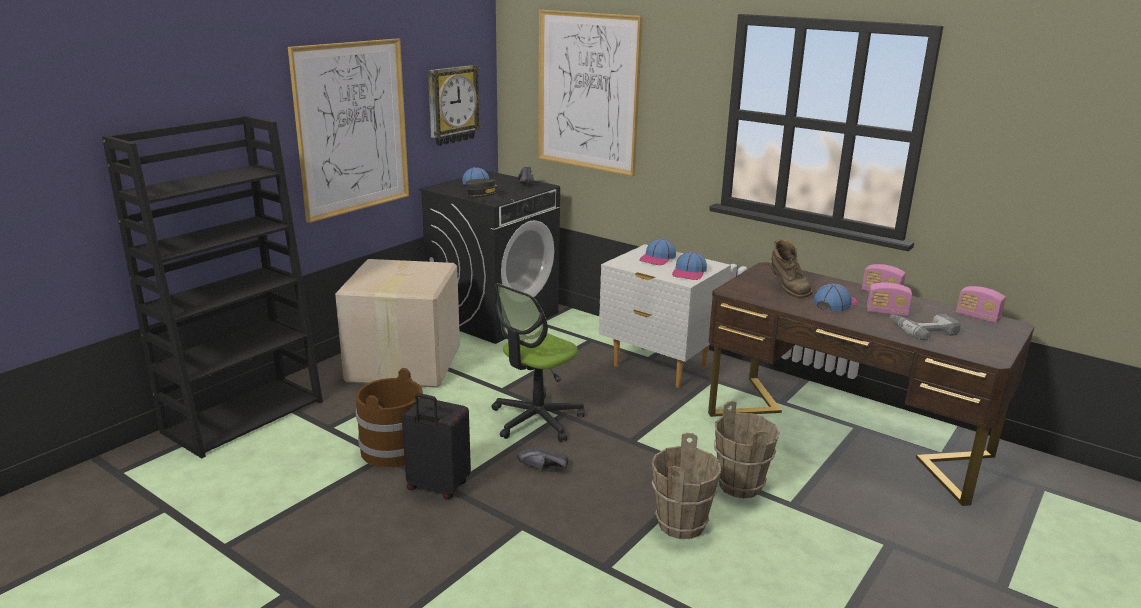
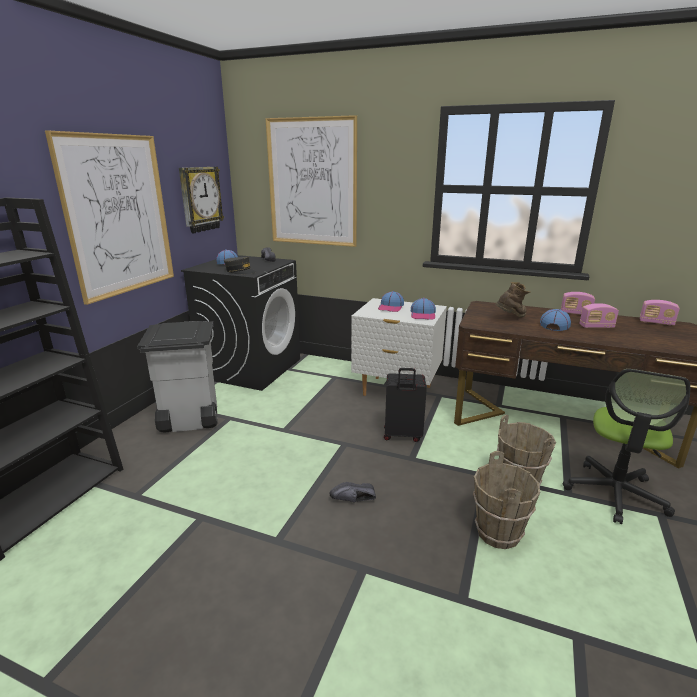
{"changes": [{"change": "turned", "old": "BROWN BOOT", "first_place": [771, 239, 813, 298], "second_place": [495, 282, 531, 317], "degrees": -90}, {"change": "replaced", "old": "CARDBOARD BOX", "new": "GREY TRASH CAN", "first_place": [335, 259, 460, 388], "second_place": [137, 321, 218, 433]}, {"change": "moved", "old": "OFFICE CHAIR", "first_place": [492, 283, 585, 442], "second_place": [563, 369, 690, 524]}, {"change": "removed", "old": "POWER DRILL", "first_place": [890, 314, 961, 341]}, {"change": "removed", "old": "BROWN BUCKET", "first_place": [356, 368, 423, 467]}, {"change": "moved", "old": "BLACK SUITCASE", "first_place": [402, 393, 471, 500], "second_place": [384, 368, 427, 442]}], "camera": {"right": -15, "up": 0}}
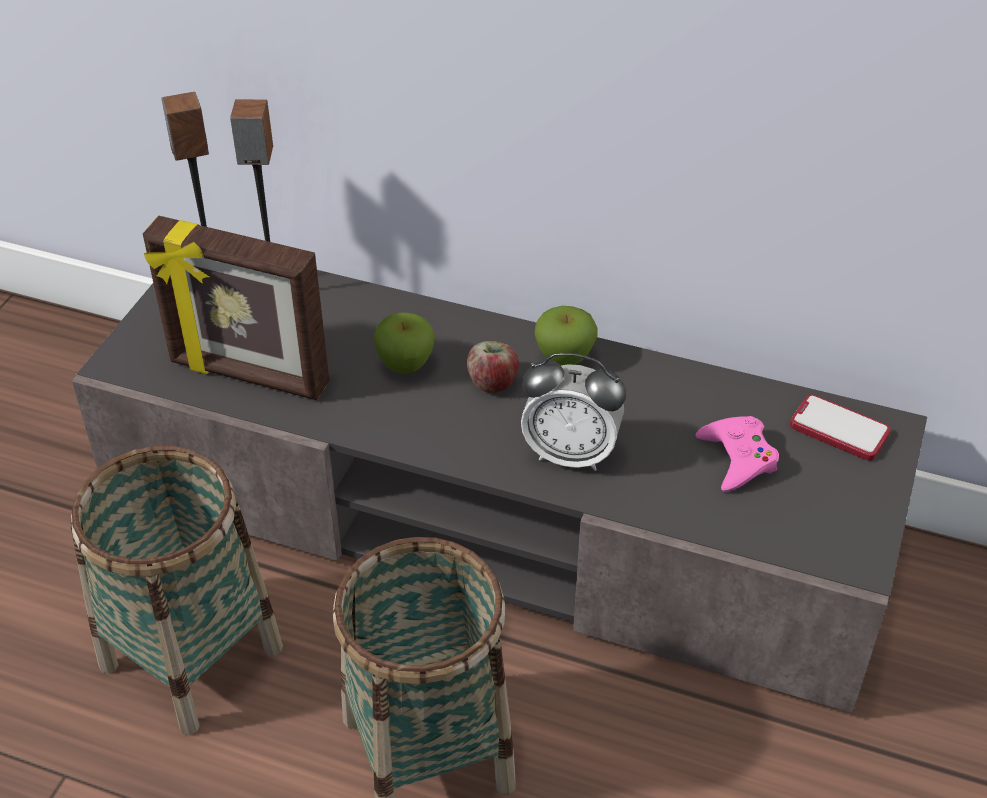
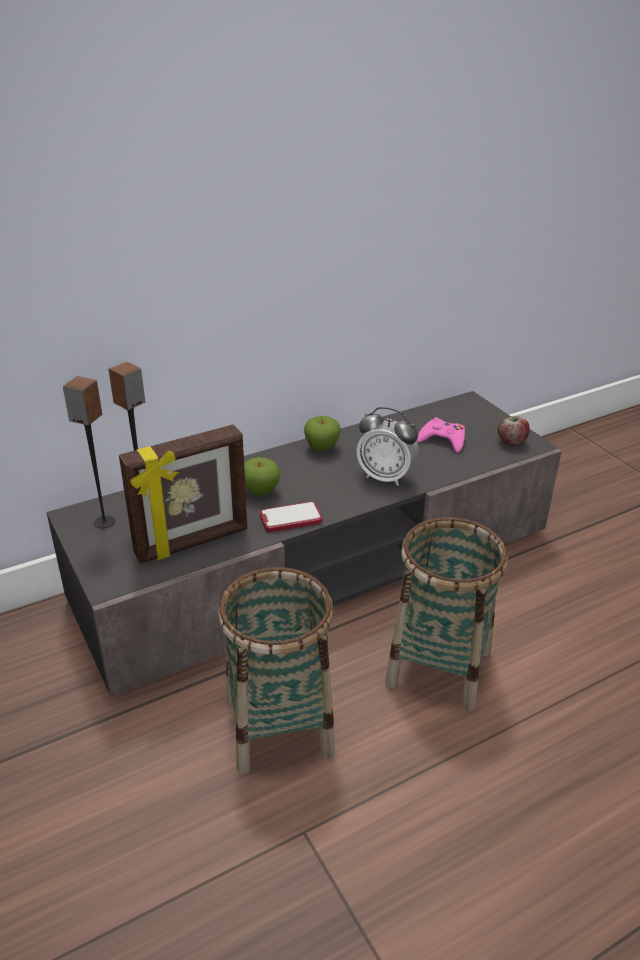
{"changes": [{"change": "moved", "old": "APPLE", "first_place": [467, 341, 519, 393], "second_place": [498, 416, 530, 446]}, {"change": "turned", "old": "ALARM CLOCK", "first_place": [521, 353, 626, 471], "second_place": [357, 407, 418, 486], "degrees": 60}, {"change": "moved", "old": "PHONE", "first_place": [790, 394, 891, 461], "second_place": [260, 502, 322, 532]}], "camera": {"right": -50, "up": -10}}
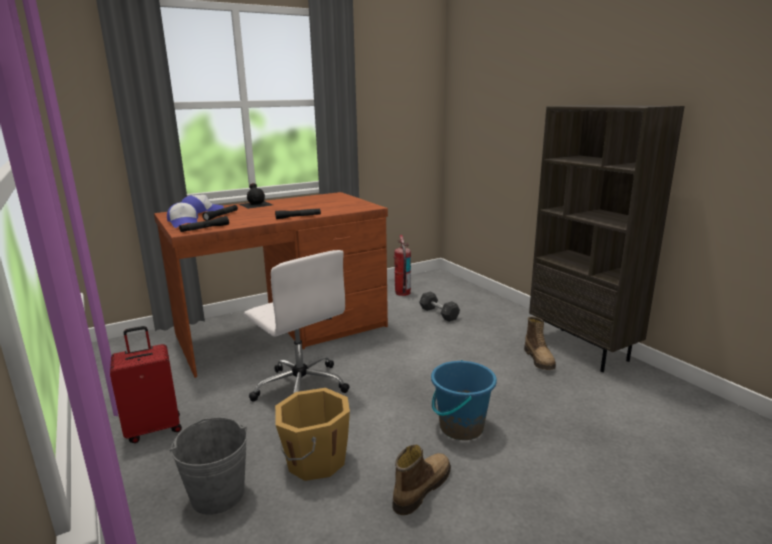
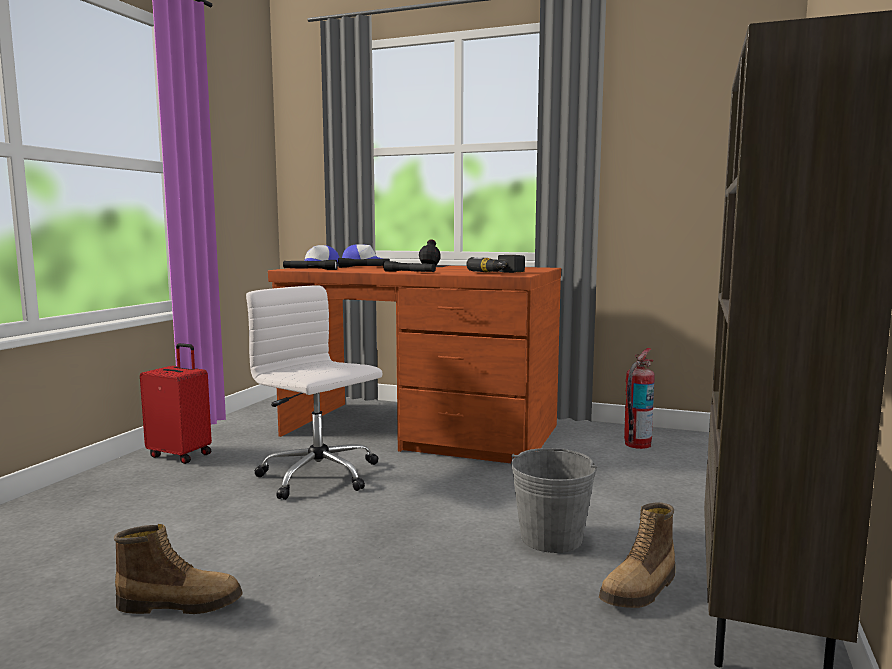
{"changes": [{"change": "turned", "old": "WHITE OFFICE CHAIR", "first_place": [244, 250, 350, 401], "second_place": [246, 285, 383, 500], "degrees": 120}, {"change": "removed", "old": "GREY DUMBBELL", "first_place": [419, 292, 460, 322]}, {"change": "removed", "old": "BLUE BUCKET", "first_place": [431, 360, 497, 440]}, {"change": "removed", "old": "ORANGE BUCKET", "first_place": [275, 388, 350, 481]}, {"change": "moved", "old": "GREY BUCKET", "first_place": [169, 417, 247, 515], "second_place": [511, 448, 597, 553]}, {"change": "added", "new": "POWER DRILL", "second_place": [466, 255, 525, 273]}], "camera": {"right": 50, "up": -10}}
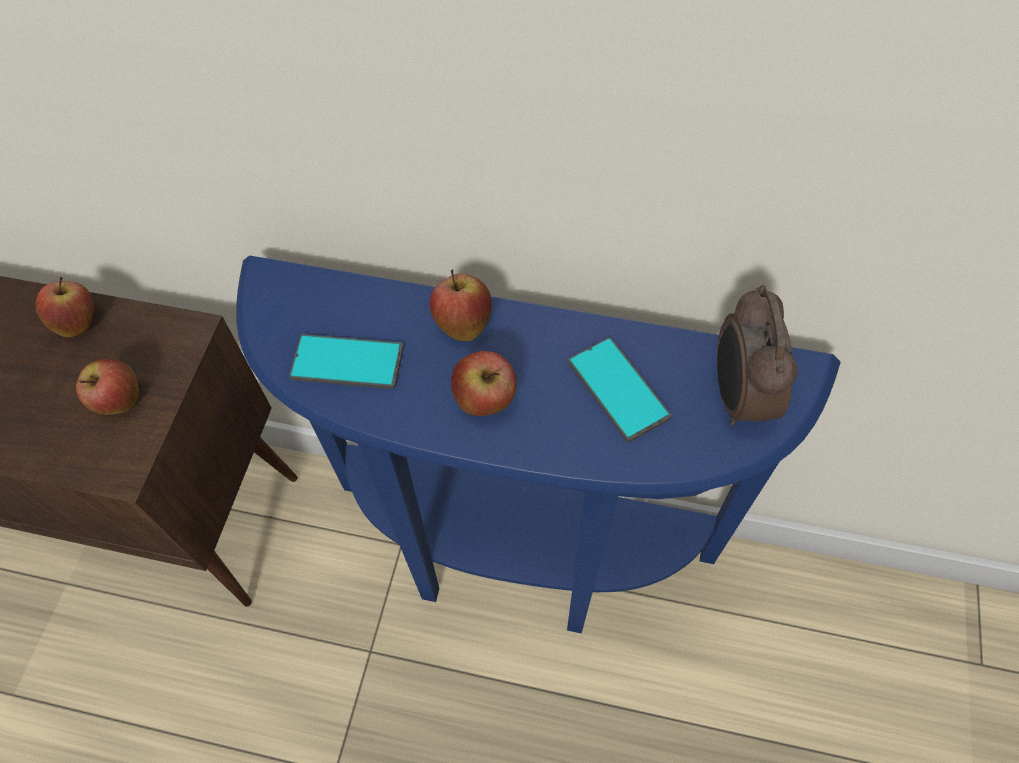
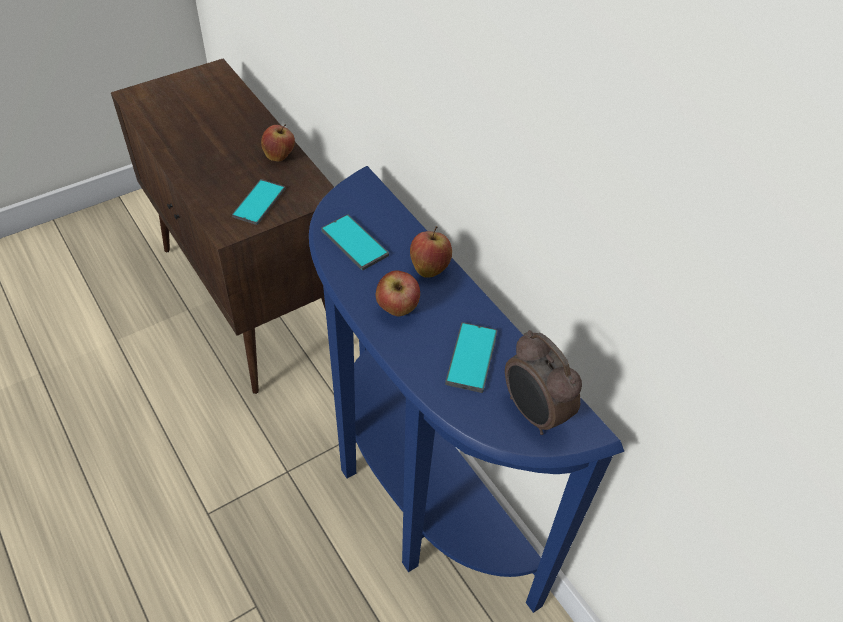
{"changes": [{"change": "turned", "old": "ALARM CLOCK", "first_place": [717, 285, 797, 426], "second_place": [505, 330, 582, 435], "degrees": -75}, {"change": "replaced", "old": "APPLE", "new": "PHONE", "first_place": [76, 359, 139, 415], "second_place": [232, 179, 285, 225]}], "camera": {"right": 40, "up": -10}}
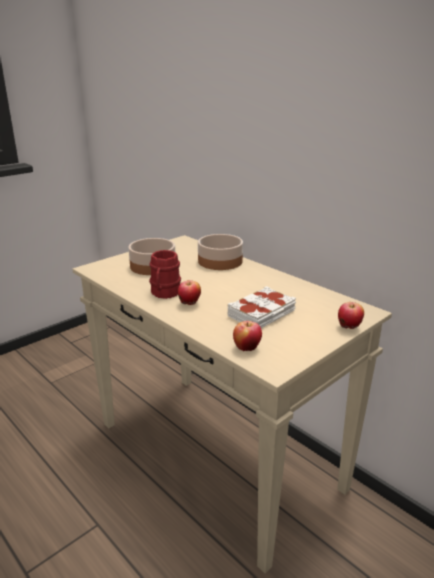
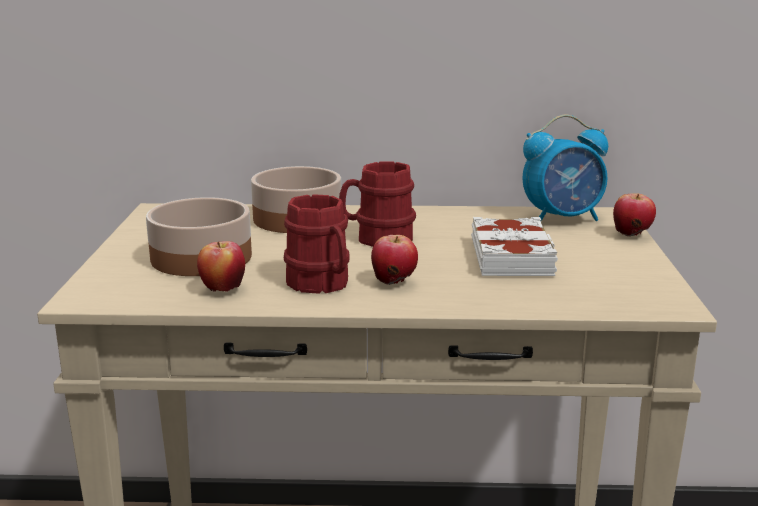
{"changes": [{"change": "moved", "old": "APPLE", "first_place": [233, 321, 262, 351], "second_place": [197, 241, 245, 292]}, {"change": "added", "new": "ALARM CLOCK", "second_place": [522, 115, 608, 221]}, {"change": "added", "new": "RED MUG", "second_place": [339, 162, 416, 247]}], "camera": {"right": -45, "up": -5}}
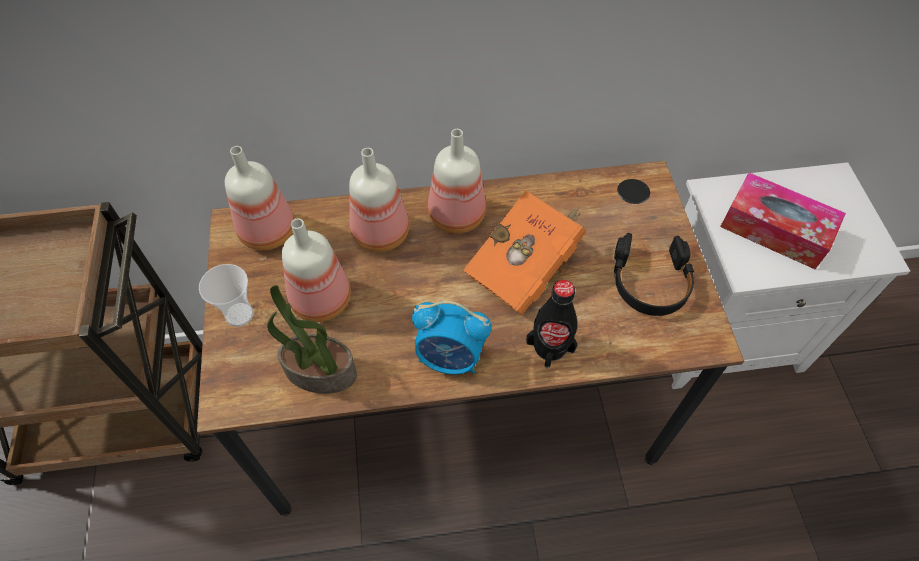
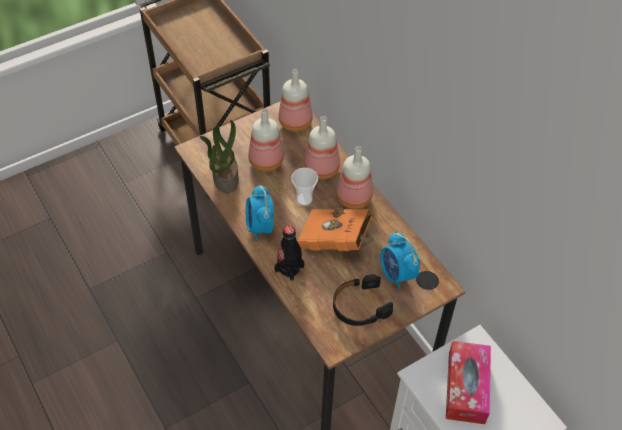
{"changes": [{"change": "moved", "old": "CUP", "first_place": [199, 264, 254, 327], "second_place": [291, 168, 318, 206]}, {"change": "added", "new": "ALARM CLOCK", "second_place": [380, 231, 420, 289]}], "camera": {"right": 65, "up": -5}}
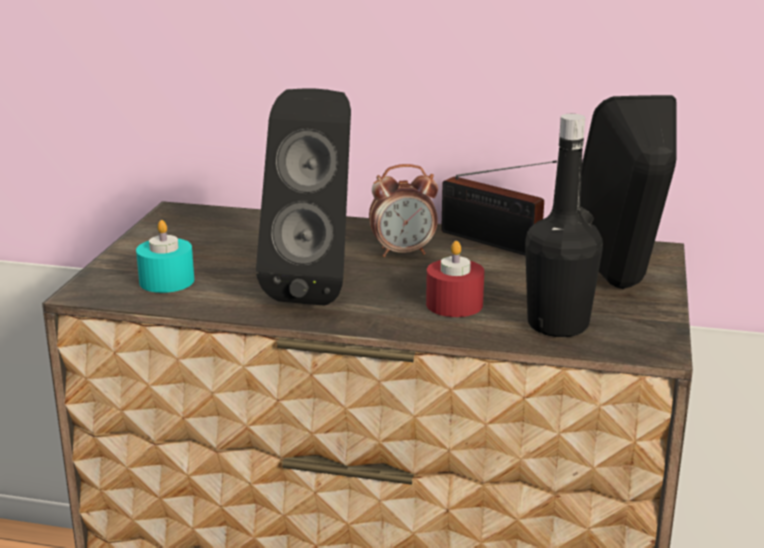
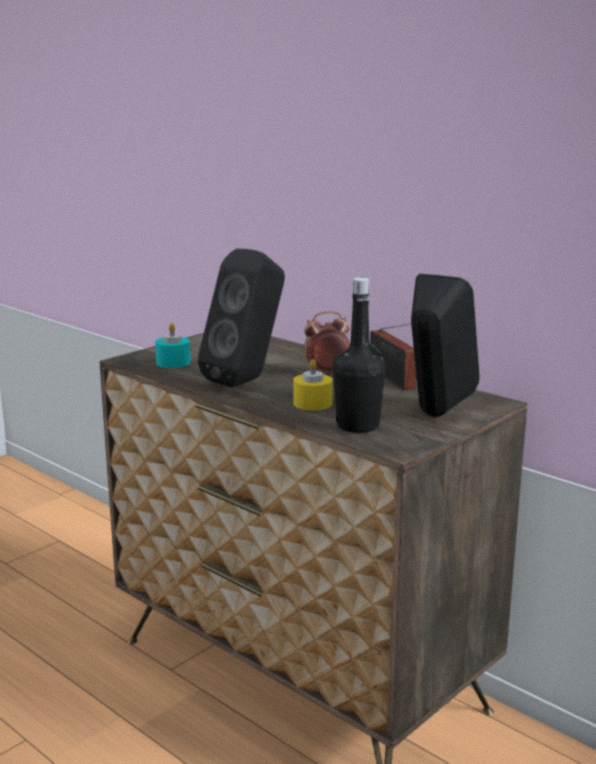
{"changes": [{"change": "turned", "old": "ALARM CLOCK", "first_place": [369, 164, 438, 257], "second_place": [304, 311, 350, 373], "degrees": 150}, {"change": "recoloured", "old": "RED CANDLE", "new": "YELLOW CANDLE", "first_place": [426, 241, 484, 317], "second_place": [294, 359, 333, 411]}], "camera": {"right": 30, "up": -5}}
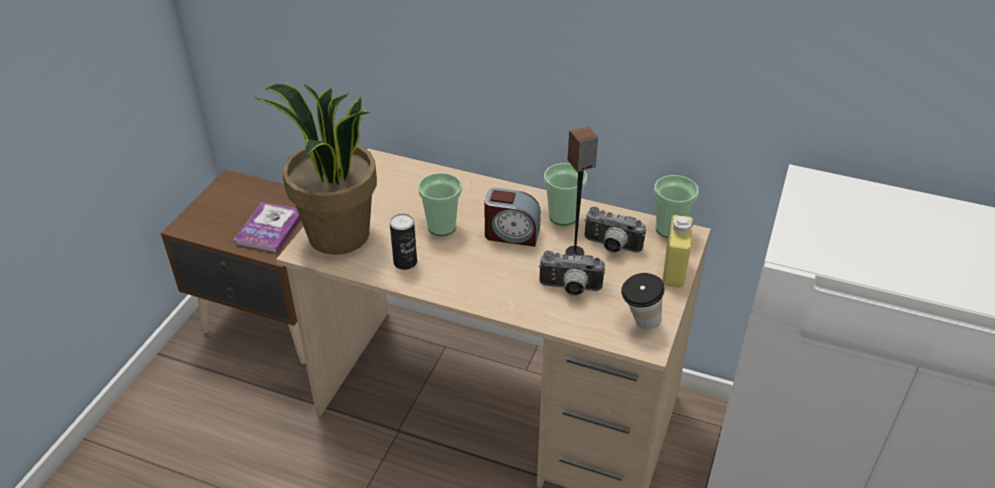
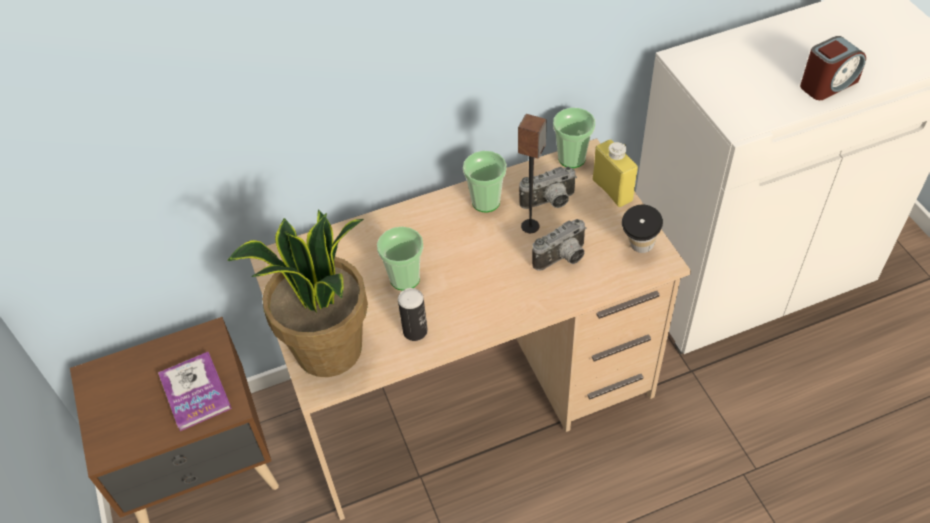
{"changes": [{"change": "moved", "old": "ALARM CLOCK", "first_place": [484, 188, 541, 247], "second_place": [800, 36, 866, 100]}], "camera": {"right": -40, "up": 10}}
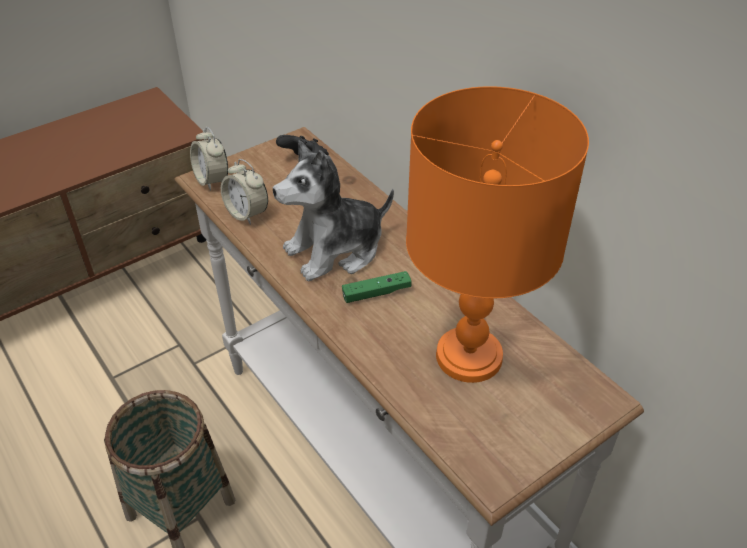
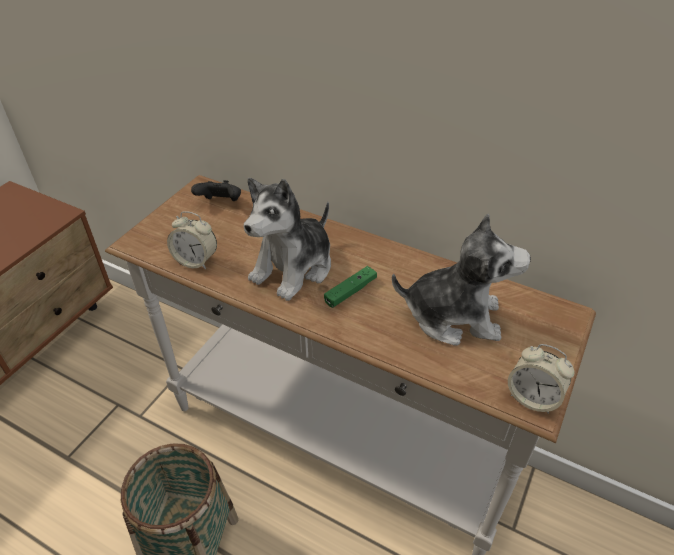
{"changes": [{"change": "replaced", "old": "ORANGE TABLE LAMP", "new": "PLUSH TOY", "first_place": [406, 86, 589, 383], "second_place": [392, 213, 531, 346]}, {"change": "moved", "old": "ALARM CLOCK", "first_place": [190, 127, 228, 191], "second_place": [508, 344, 575, 414]}], "camera": {"right": -25, "up": 0}}
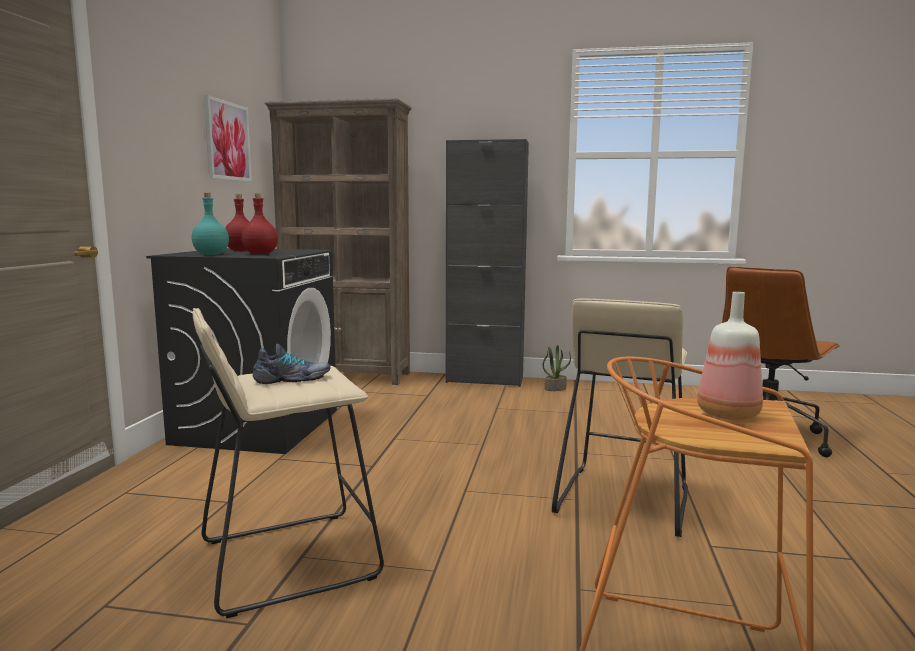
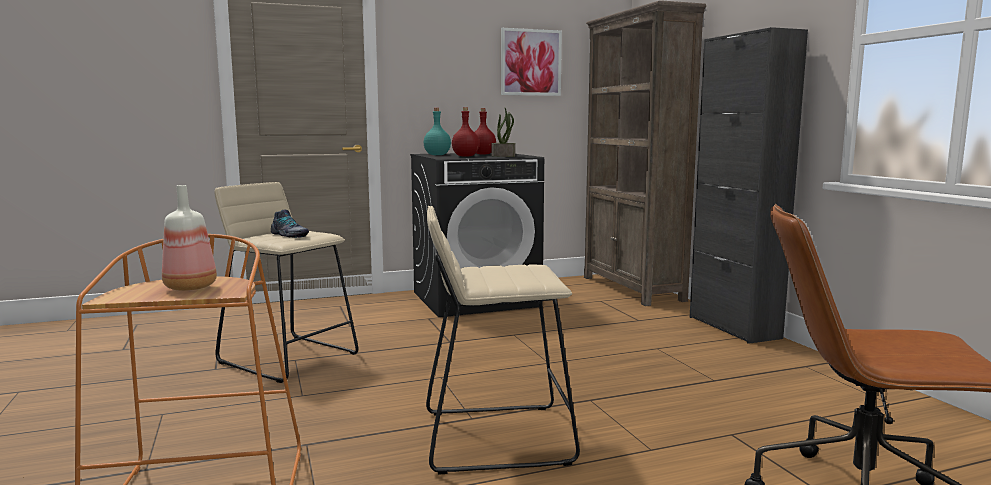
{"changes": [{"change": "moved", "old": "POTTED PLANT", "first_place": [543, 345, 571, 391], "second_place": [491, 108, 515, 157]}], "camera": {"right": 60, "up": 0}}
